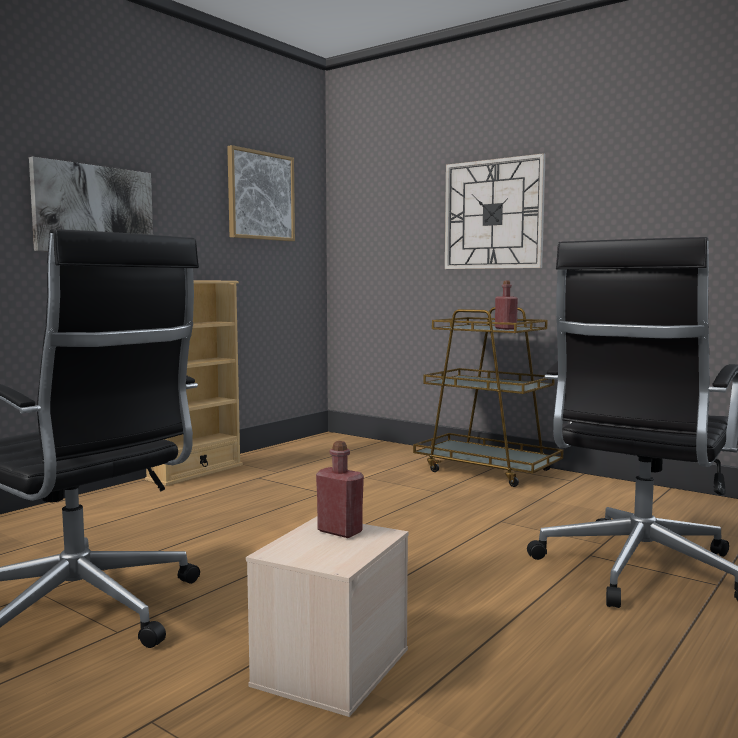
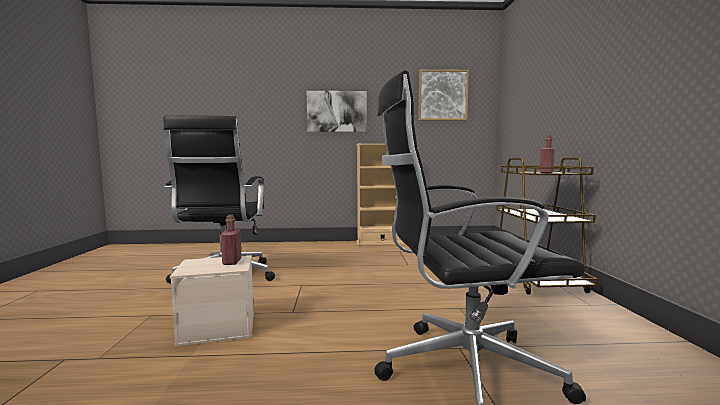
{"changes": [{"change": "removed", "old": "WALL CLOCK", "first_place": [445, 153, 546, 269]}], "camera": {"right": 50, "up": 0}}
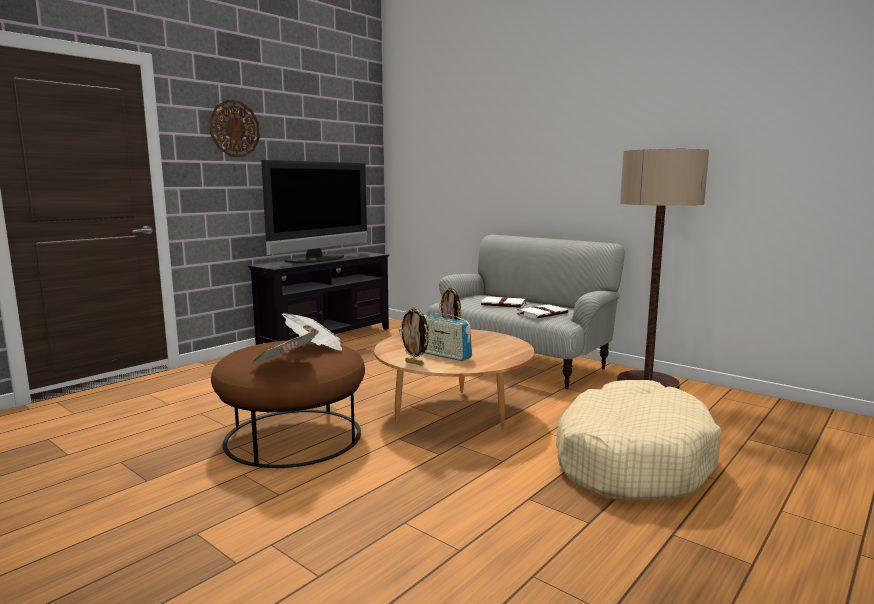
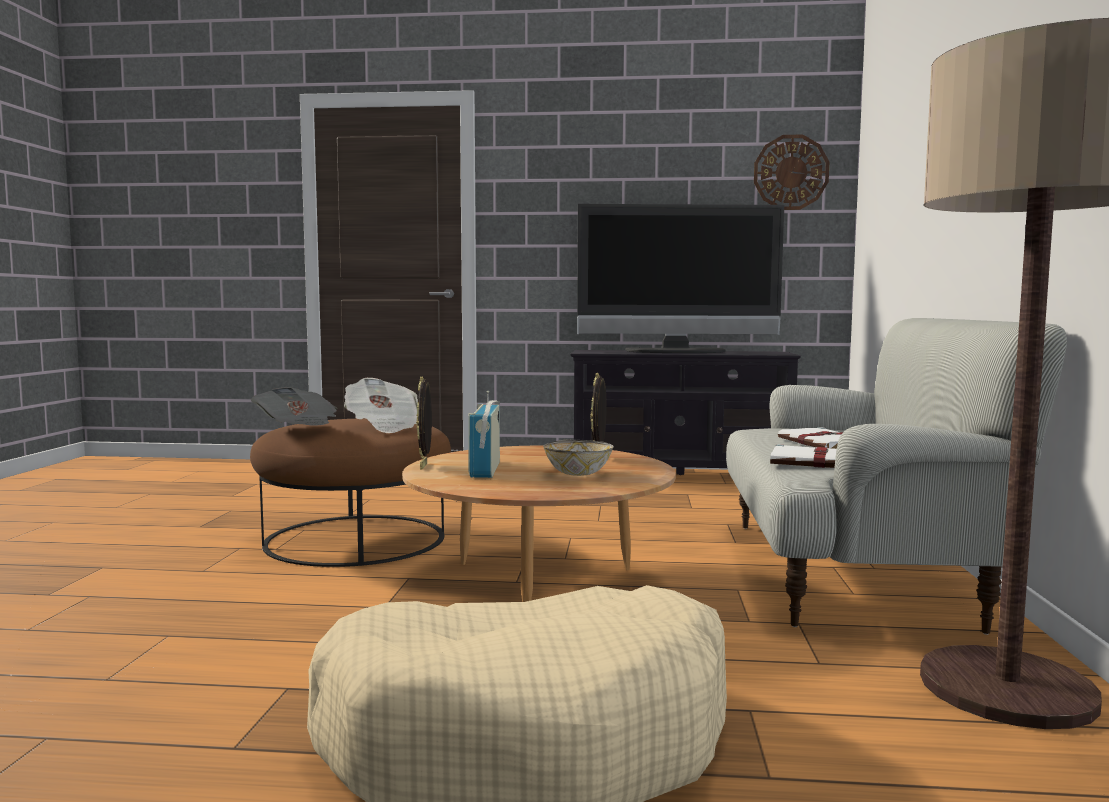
{"changes": [{"change": "moved", "old": "WALL CLOCK", "first_place": [209, 100, 260, 157], "second_place": [754, 135, 829, 210]}, {"change": "added", "new": "BOWL", "second_place": [543, 440, 614, 476]}], "camera": {"right": 55, "up": -5}}
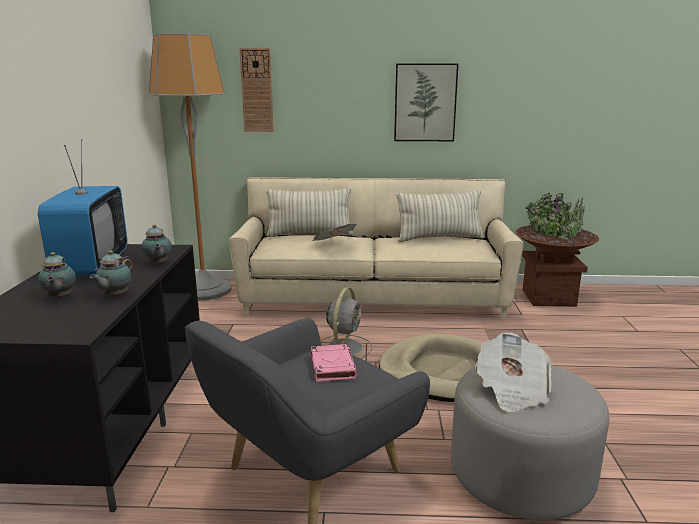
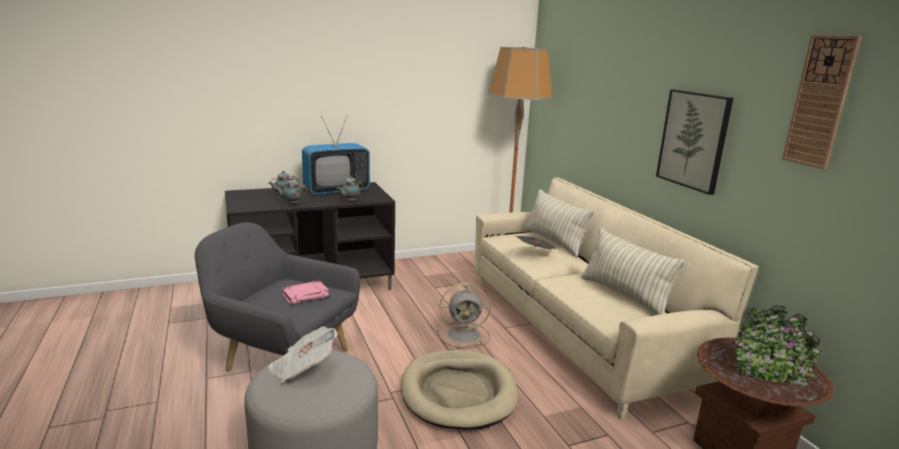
{"changes": [{"change": "moved", "old": "WALL CLOCK", "first_place": [239, 48, 274, 132], "second_place": [782, 35, 862, 170]}], "camera": {"right": 65, "up": 0}}
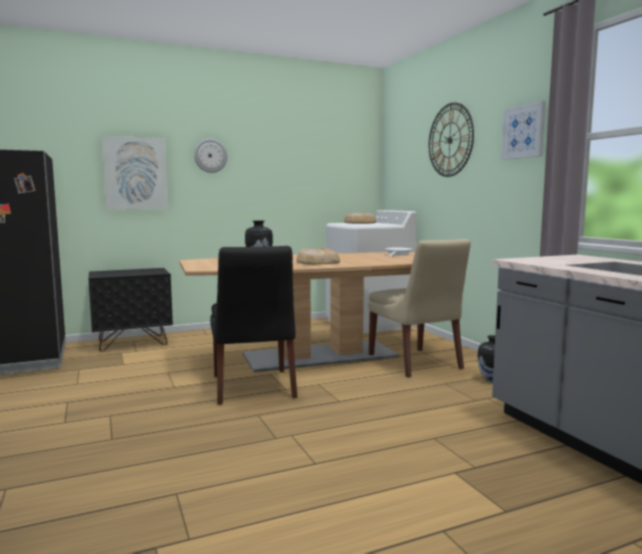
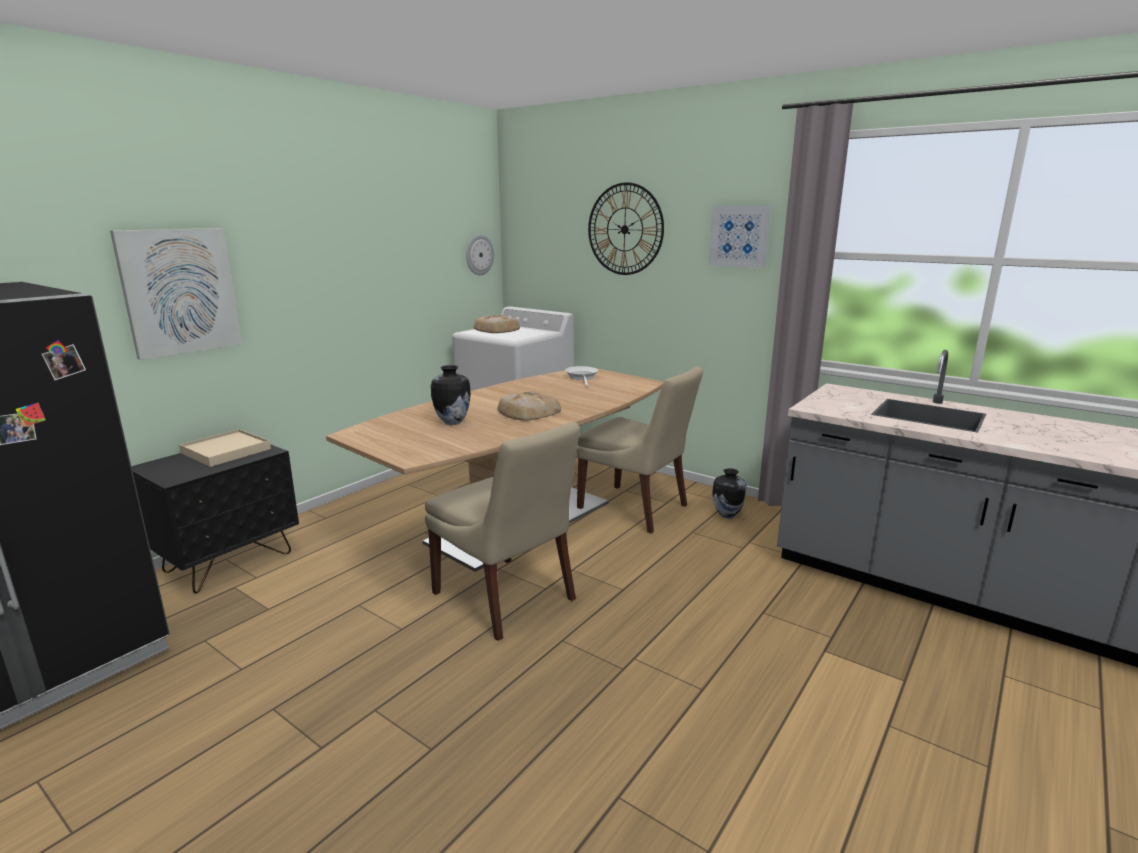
{"changes": [{"change": "moved", "old": "WALL CLOCK", "first_place": [194, 139, 228, 173], "second_place": [466, 234, 494, 275]}, {"change": "recoloured", "old": "BLACK CHAIR", "new": "BEIGE CHAIR", "first_place": [210, 246, 298, 405], "second_place": [425, 422, 580, 641]}, {"change": "added", "new": "BEIGE TRAY", "second_place": [179, 429, 271, 467]}], "camera": {"right": -30, "up": 10}}
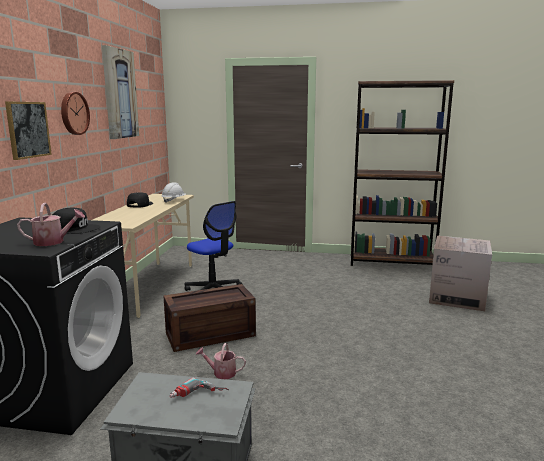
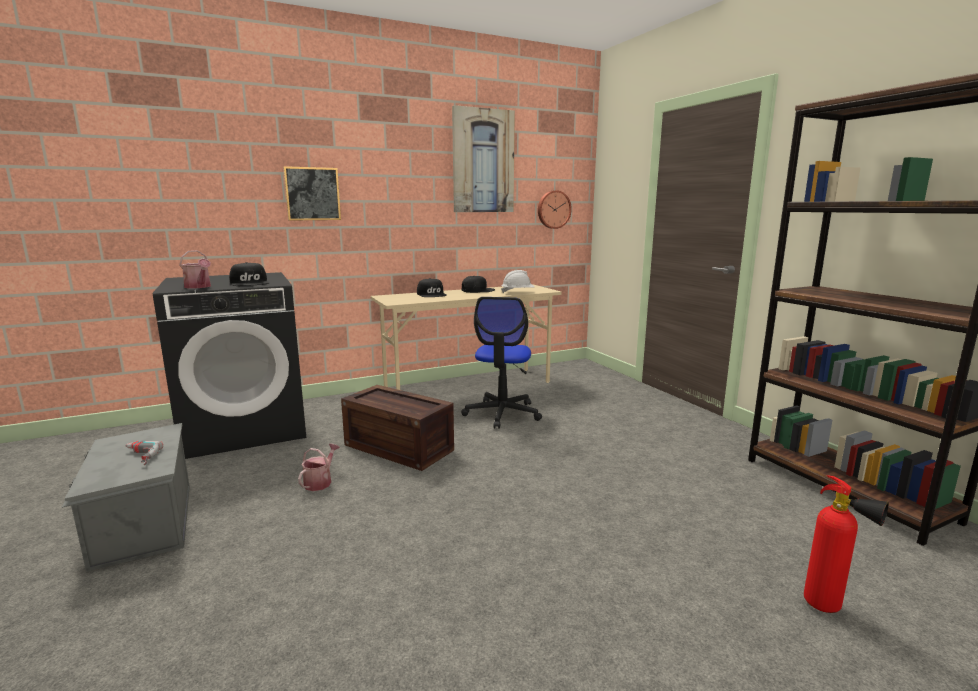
{"changes": [{"change": "moved", "old": "WALL CLOCK", "first_place": [61, 92, 90, 135], "second_place": [538, 190, 572, 229]}, {"change": "replaced", "old": "CARDBOARD BOX", "new": "FIRE EXTINGUISHER", "first_place": [429, 236, 492, 311], "second_place": [804, 475, 889, 613]}, {"change": "turned", "old": "WATERING CAN", "first_place": [196, 343, 246, 379], "second_place": [298, 444, 340, 491], "degrees": 45}, {"change": "added", "new": "BLACK CAP", "second_place": [417, 278, 447, 297]}], "camera": {"right": 55, "up": 0}}
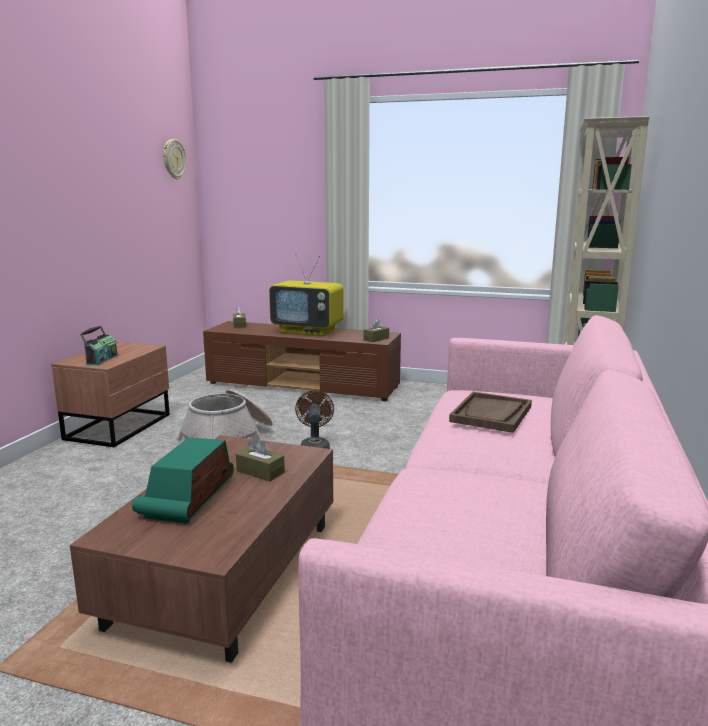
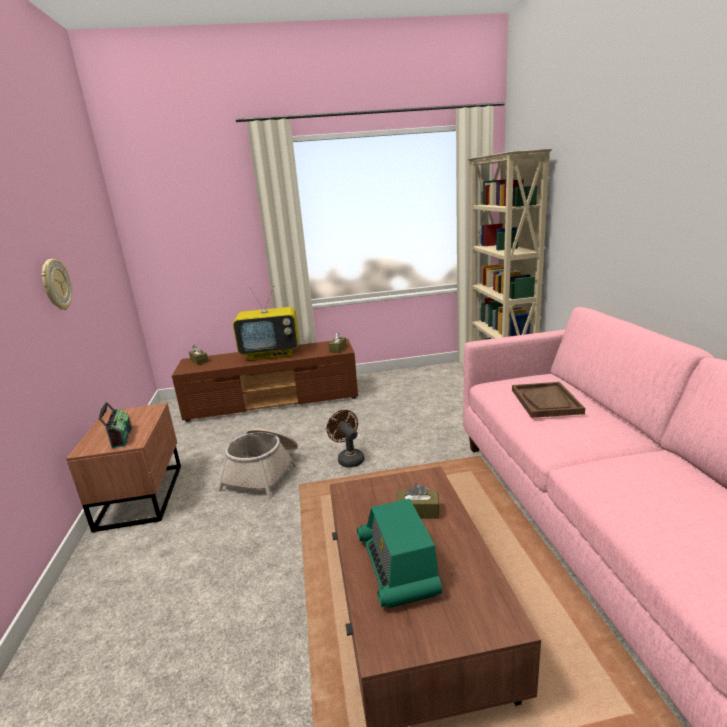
{"changes": [{"change": "moved", "old": "WALL CLOCK", "first_place": [163, 139, 187, 179], "second_place": [41, 259, 72, 310]}], "camera": {"right": -25, "up": 5}}
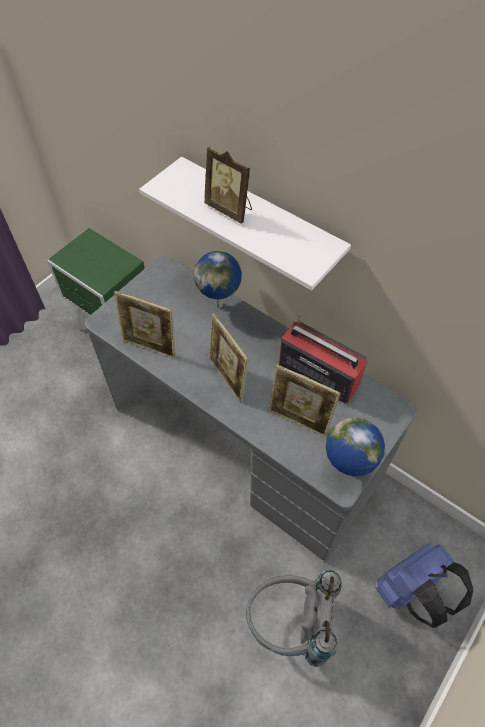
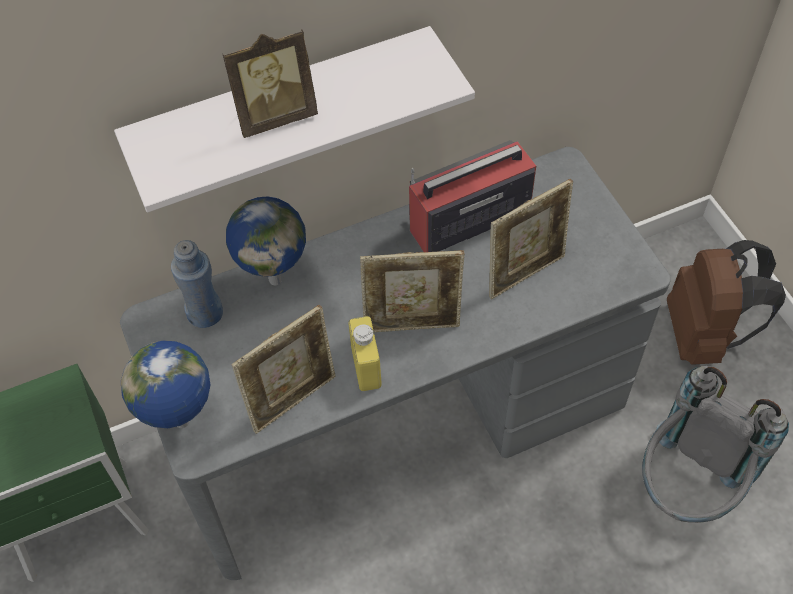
{"changes": [{"change": "moved", "old": "GLOBE", "first_place": [325, 417, 385, 476], "second_place": [121, 341, 210, 428]}, {"change": "recoloured", "old": "BLUE BACKPACK", "new": "BROWN BACKPACK", "first_place": [375, 543, 474, 628], "second_place": [667, 240, 786, 365]}, {"change": "added", "new": "BLUE BOTTLE", "second_place": [171, 240, 223, 328]}, {"change": "added", "new": "YELLOW BOTTLE", "second_place": [349, 316, 382, 391]}], "camera": {"right": -60, "up": 0}}
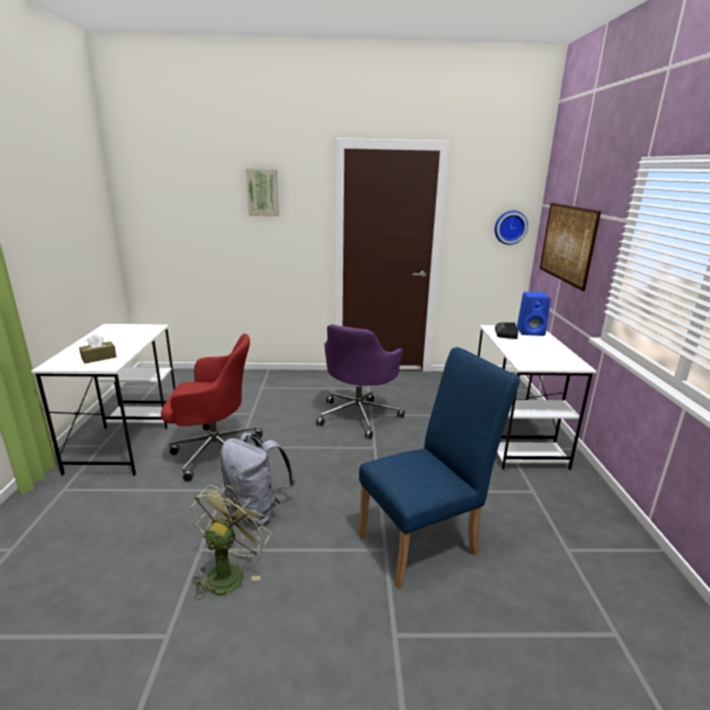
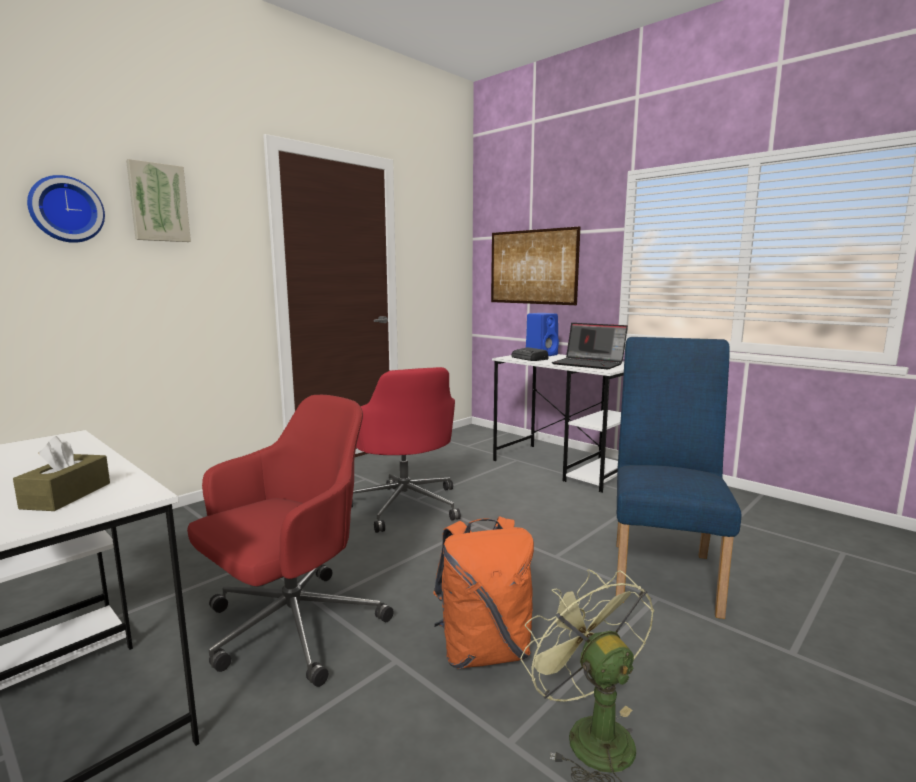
{"changes": [{"change": "moved", "old": "WALL CLOCK", "first_place": [495, 211, 528, 245], "second_place": [27, 175, 105, 243]}, {"change": "recoloured", "old": "PURPLE OFFICE CHAIR", "new": "RED OFFICE CHAIR", "first_place": [316, 324, 405, 439], "second_place": [351, 367, 461, 533]}, {"change": "recoloured", "old": "GREY BACKPACK", "new": "ORANGE BACKPACK", "first_place": [220, 433, 295, 525], "second_place": [433, 516, 534, 669]}, {"change": "added", "new": "LAPTOP", "second_place": [552, 323, 628, 369]}], "camera": {"right": -45, "up": -10}}
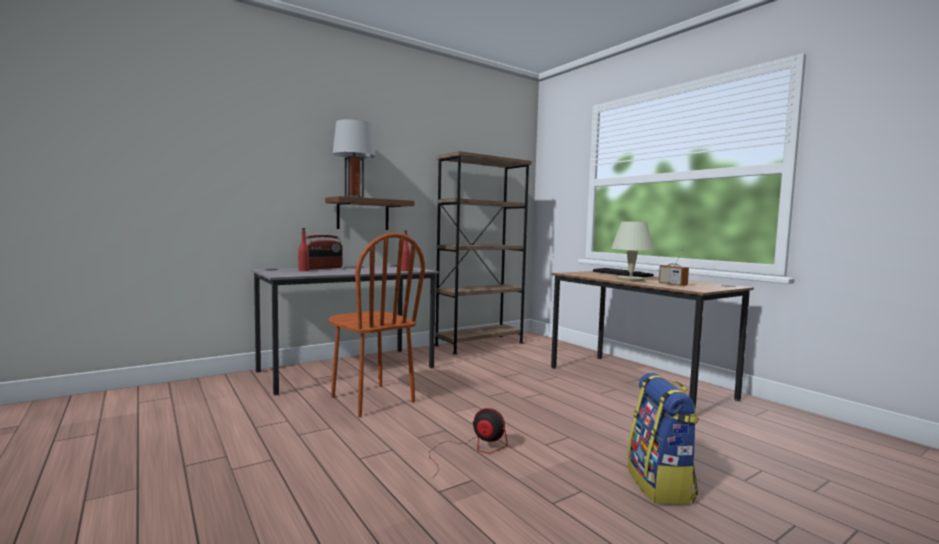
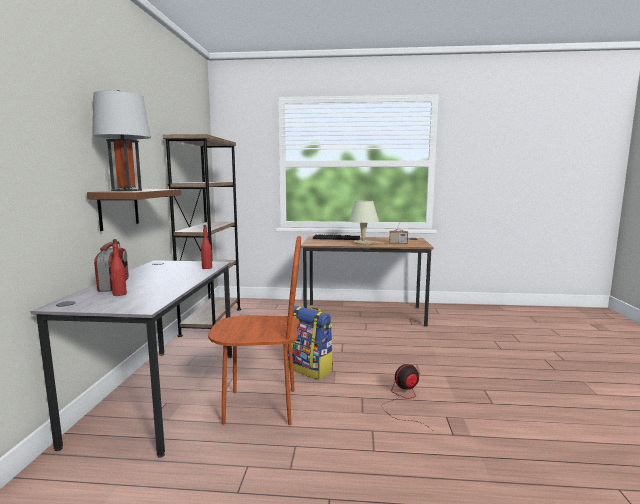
{"changes": [{"change": "moved", "old": "BACKPACK", "first_place": [628, 373, 699, 505], "second_place": [287, 306, 333, 379]}], "camera": {"right": -50, "up": 5}}
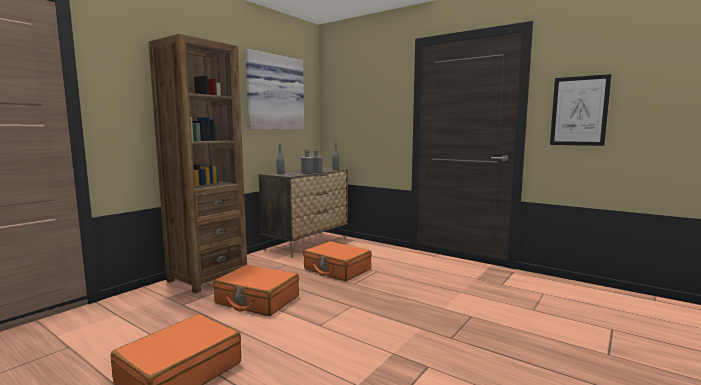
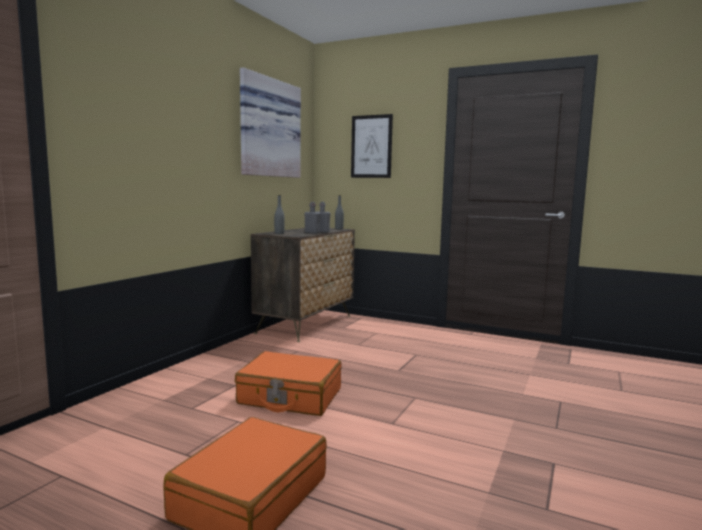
{"changes": [{"change": "removed", "old": "BROWN BOOKCASE", "first_place": [148, 34, 247, 294]}, {"change": "moved", "old": "PICTURE", "first_place": [550, 74, 611, 146], "second_place": [351, 114, 393, 178]}, {"change": "removed", "old": "ORANGE SUITCASE", "first_place": [303, 241, 372, 281]}], "camera": {"right": -10, "up": 0}}
